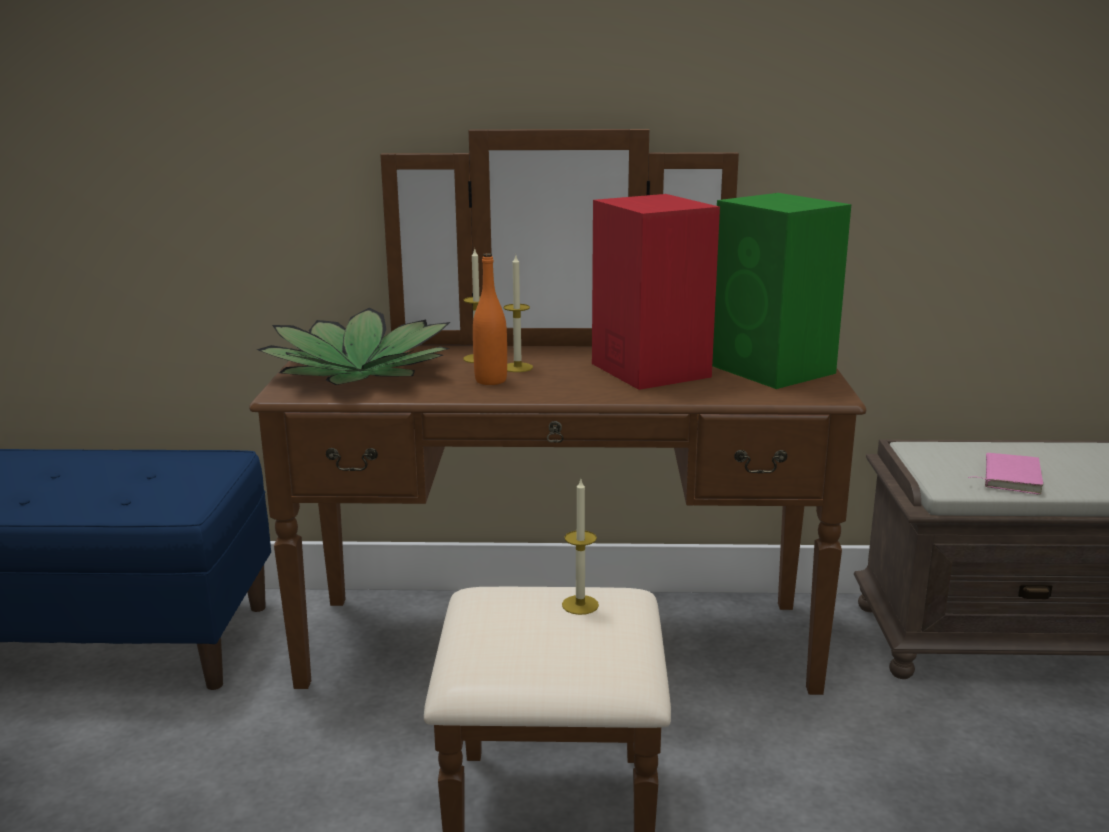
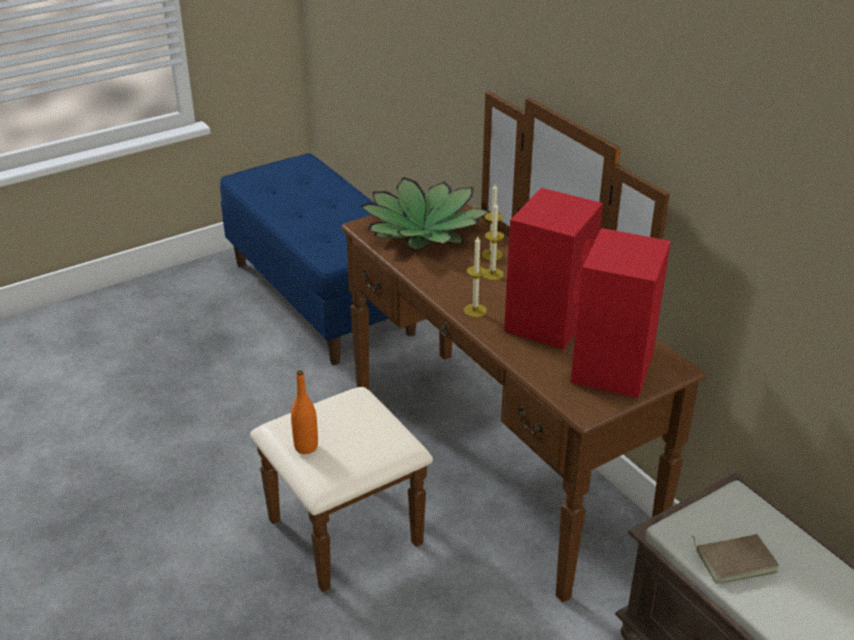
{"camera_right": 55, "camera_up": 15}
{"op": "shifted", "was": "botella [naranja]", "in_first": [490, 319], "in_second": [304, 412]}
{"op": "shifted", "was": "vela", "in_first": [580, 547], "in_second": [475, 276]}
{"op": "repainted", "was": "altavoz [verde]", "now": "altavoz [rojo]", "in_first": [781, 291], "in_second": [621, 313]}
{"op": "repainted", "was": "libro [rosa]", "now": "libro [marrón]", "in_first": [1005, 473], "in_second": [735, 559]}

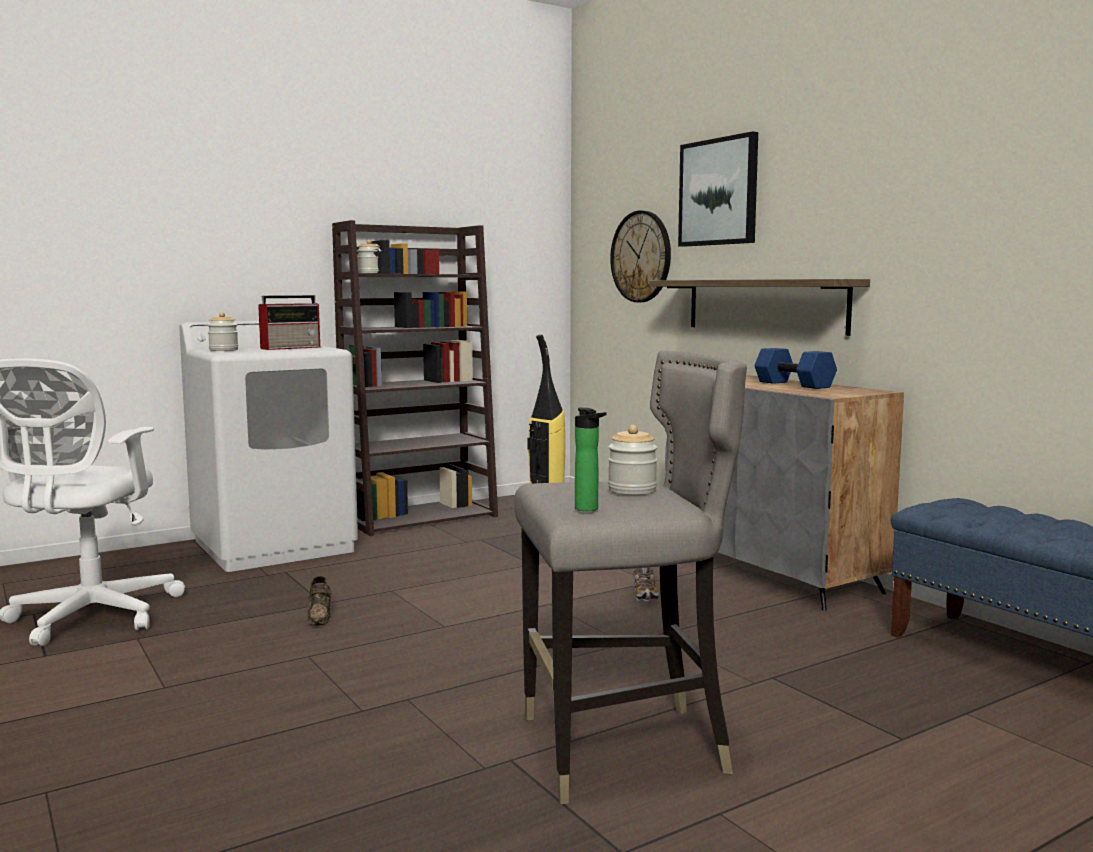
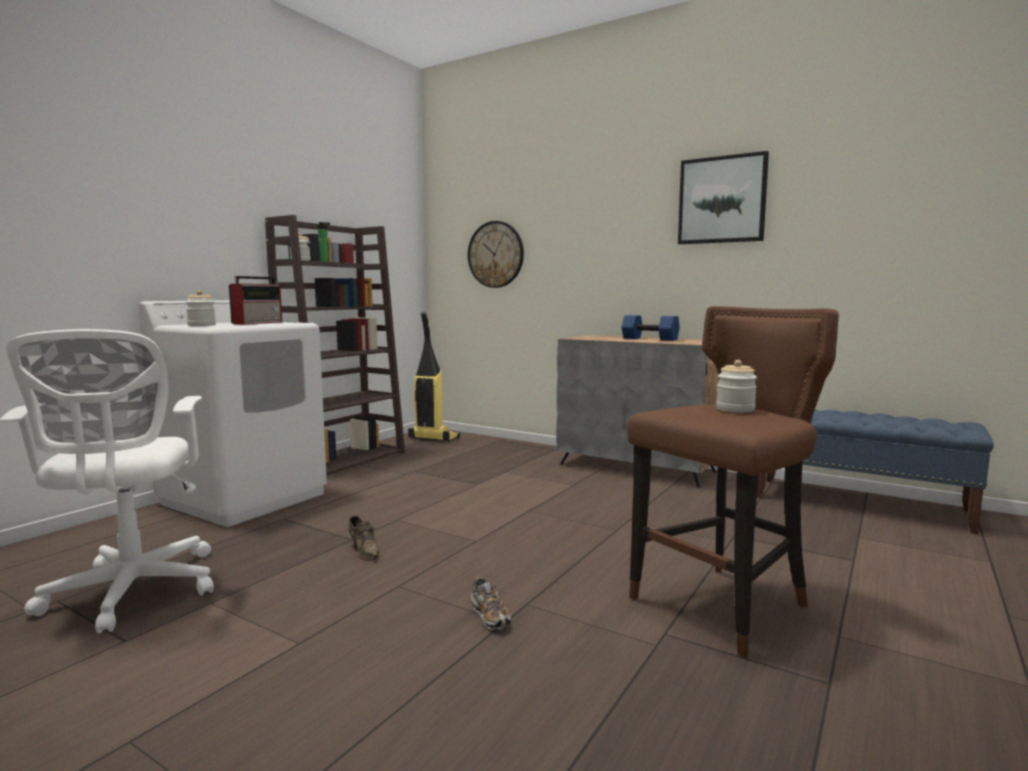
{"camera_right": -25, "camera_up": 0}
{"op": "shifted", "was": "botella", "in_first": [590, 459], "in_second": [324, 242]}
{"op": "shifted", "was": "zapato", "in_first": [646, 584], "in_second": [491, 603]}
{"op": "repainted", "was": "taburete [gris]", "now": "taburete [marrón]", "in_first": [630, 577], "in_second": [733, 482]}
{"op": "shifted", "was": "cuadro", "in_first": [718, 189], "in_second": [723, 197]}
{"op": "gone", "was": "estante", "in_first": [759, 307]}

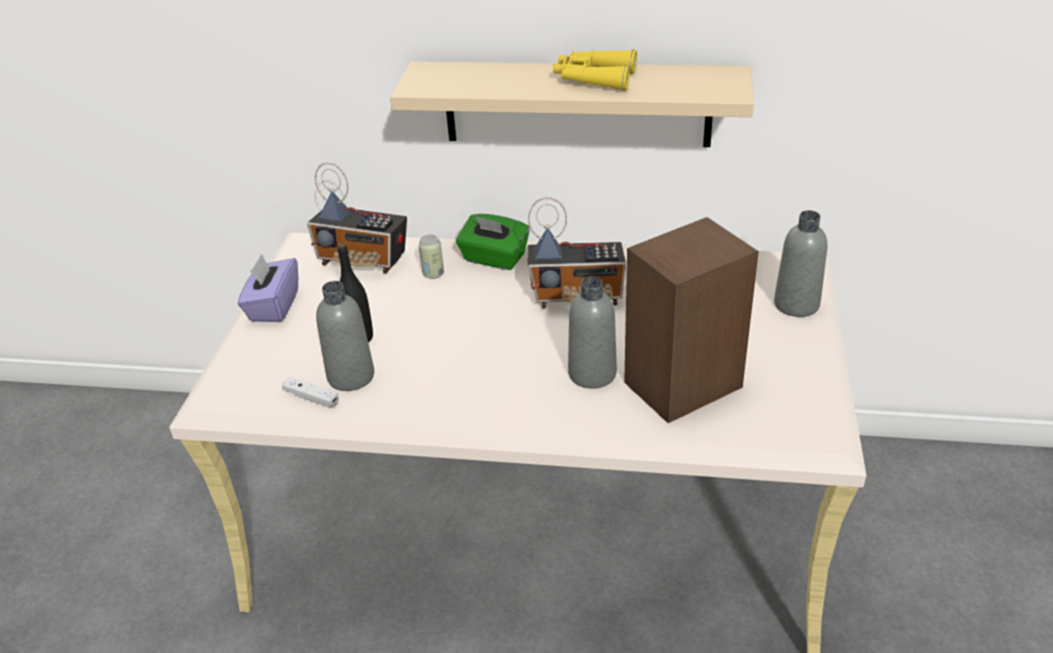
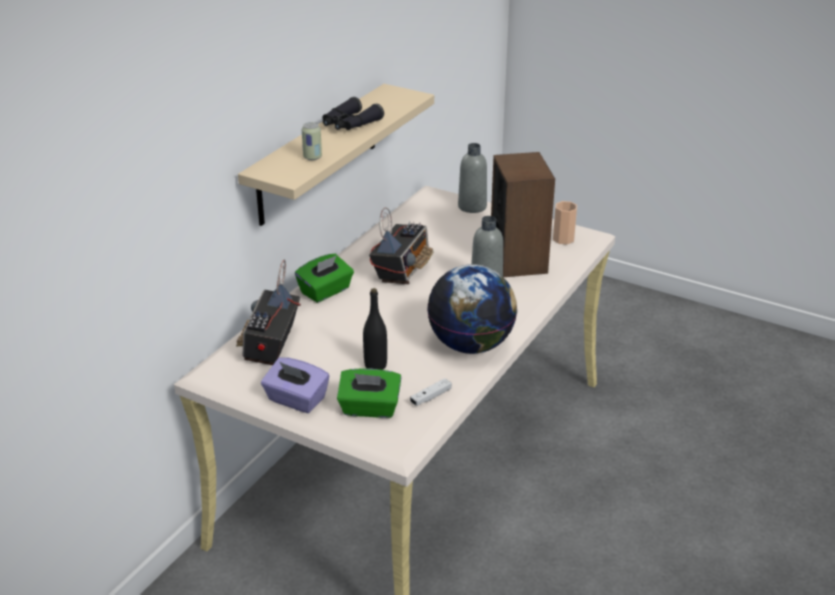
{"camera_right": -70, "camera_up": -5}
{"op": "rotated", "was": "radio", "in_first": [357, 217], "in_second": [268, 312], "clockwise": 150}
{"op": "shifted", "was": "lata", "in_first": [431, 257], "in_second": [312, 141]}
{"op": "repainted", "was": "prismáticos [amarillo]", "now": "prismáticos [negro]", "in_first": [595, 70], "in_second": [353, 113]}
{"op": "new", "now": "caja de pañuelos [verde]", "in_second": [369, 393]}
{"op": "new", "now": "globo terráqueo", "in_second": [472, 309]}
{"op": "new", "now": "taza", "in_second": [565, 222]}
{"op": "gone", "was": "botella [gris]", "in_first": [345, 336]}

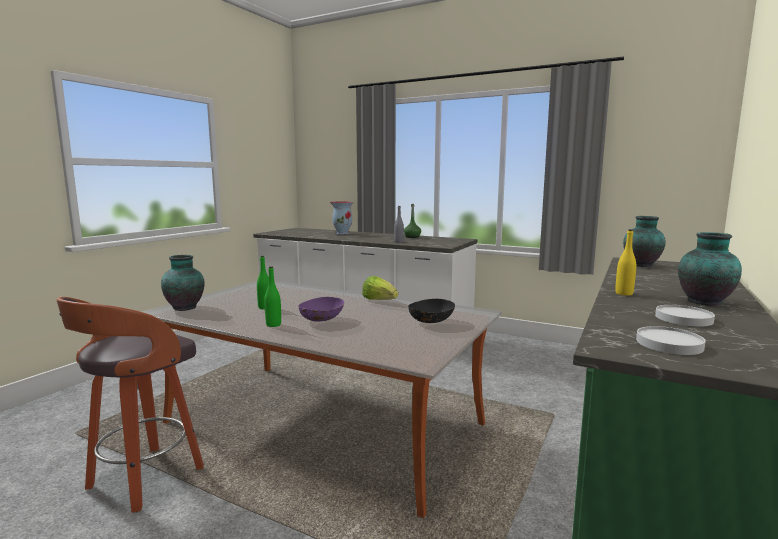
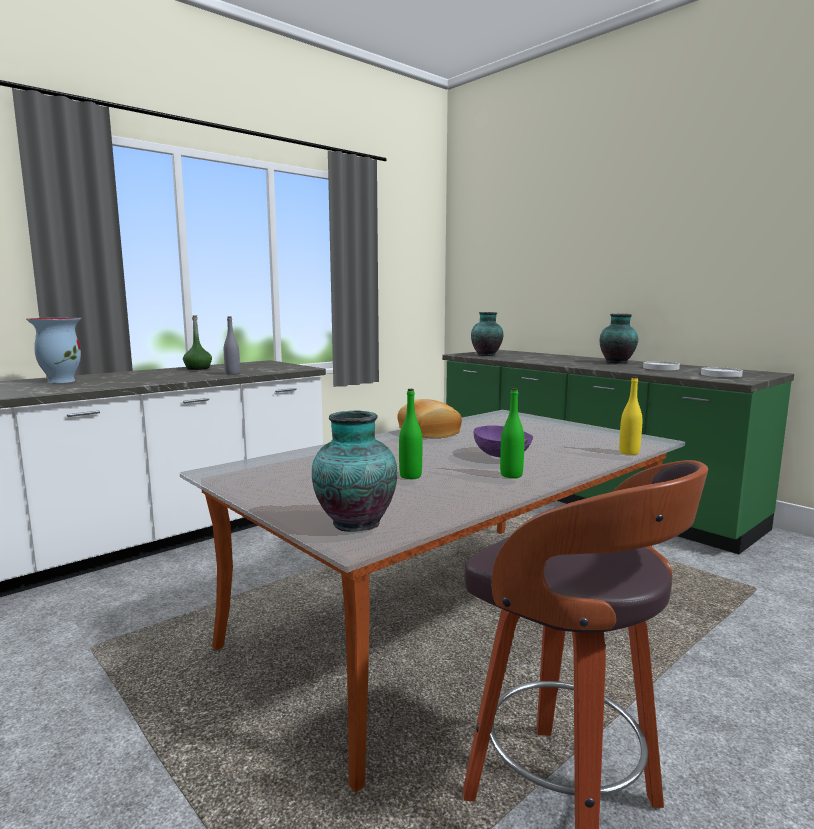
{"camera_right": -70, "camera_up": 0}
{"op": "swapped", "was": "lechuga", "now": "pan", "in_first": [380, 288], "in_second": [429, 418]}
{"op": "shifted", "was": "botella [amarillo]", "in_first": [625, 262], "in_second": [630, 415]}
{"op": "gone", "was": "cuenco [negro]", "in_first": [431, 311]}

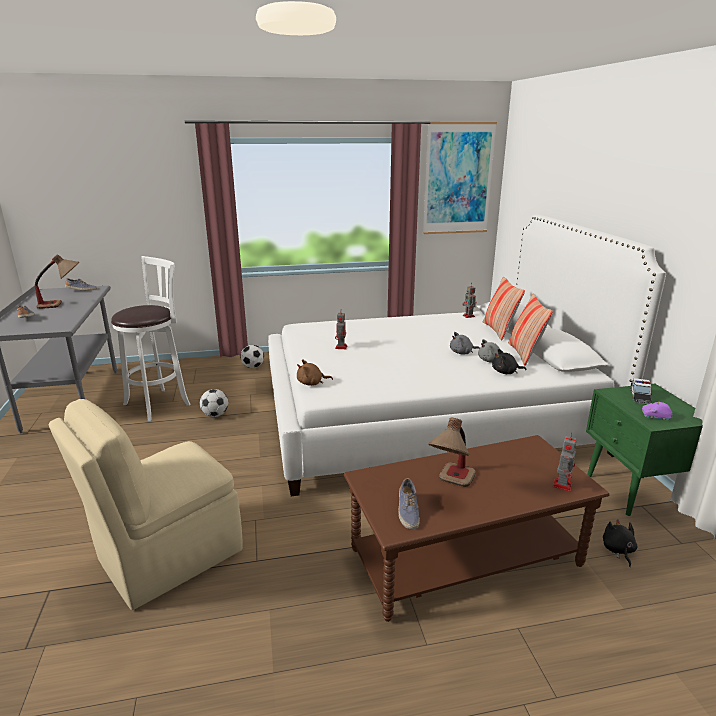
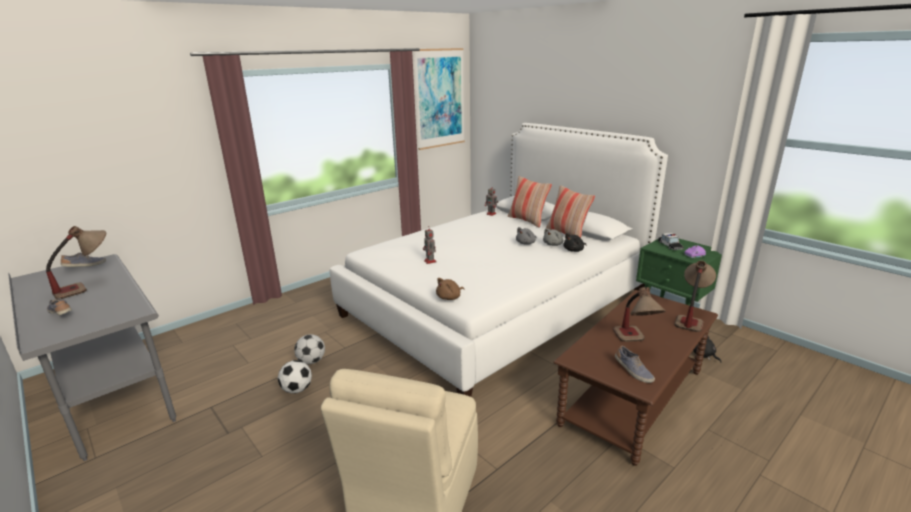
{"camera_right": -30, "camera_up": 0}
{"op": "shifted", "was": "balón de fútbol", "in_first": [252, 356], "in_second": [295, 376]}
{"op": "swapped", "was": "robot de juguete", "now": "lámpara de mesa", "in_first": [564, 462], "in_second": [695, 296]}
{"op": "gone", "was": "taburete [blanco]", "in_first": [151, 338]}

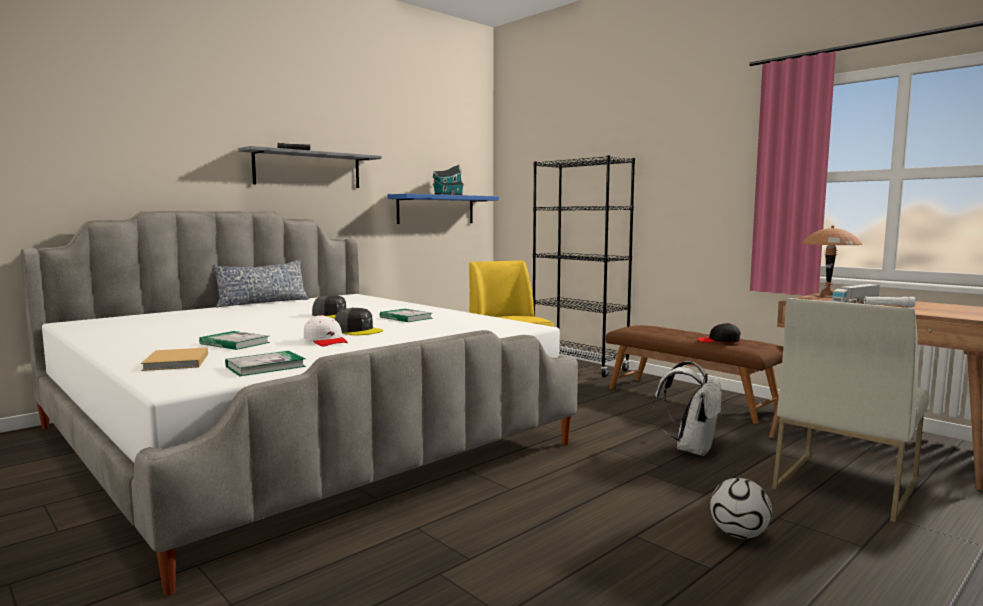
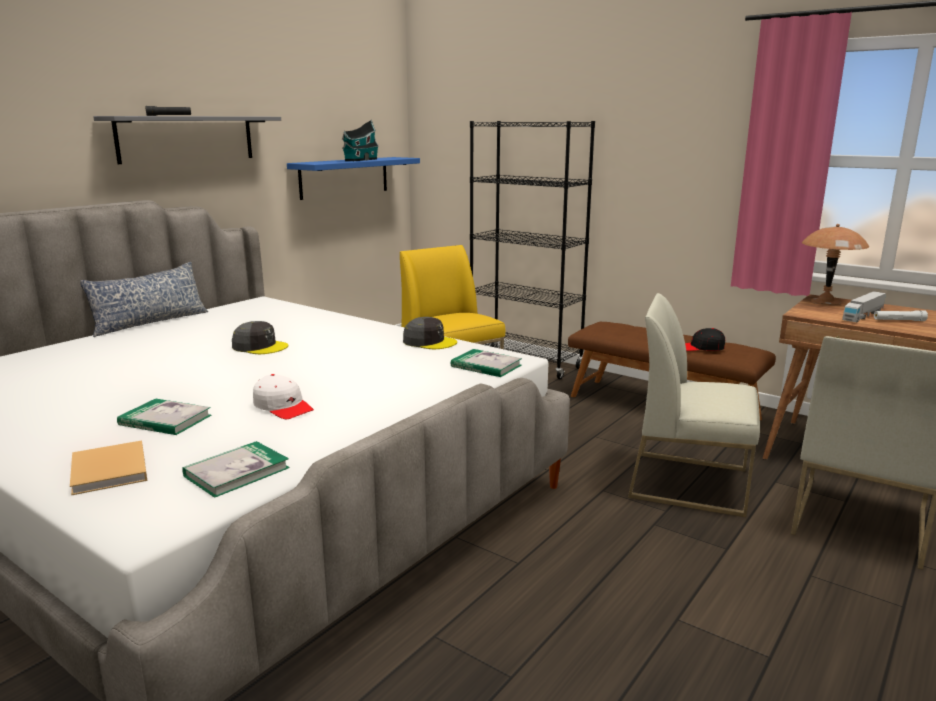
{"camera_right": -10, "camera_up": 10}
{"op": "shifted", "was": "gorra [gris]", "in_first": [358, 321], "in_second": [430, 333]}
{"op": "shifted", "was": "libro", "in_first": [406, 315], "in_second": [486, 363]}
{"op": "swapped", "was": "mochila [blanco]", "now": "silla [blanco]", "in_first": [687, 408], "in_second": [694, 405]}
{"op": "gone", "was": "balón de fútbol", "in_first": [741, 508]}

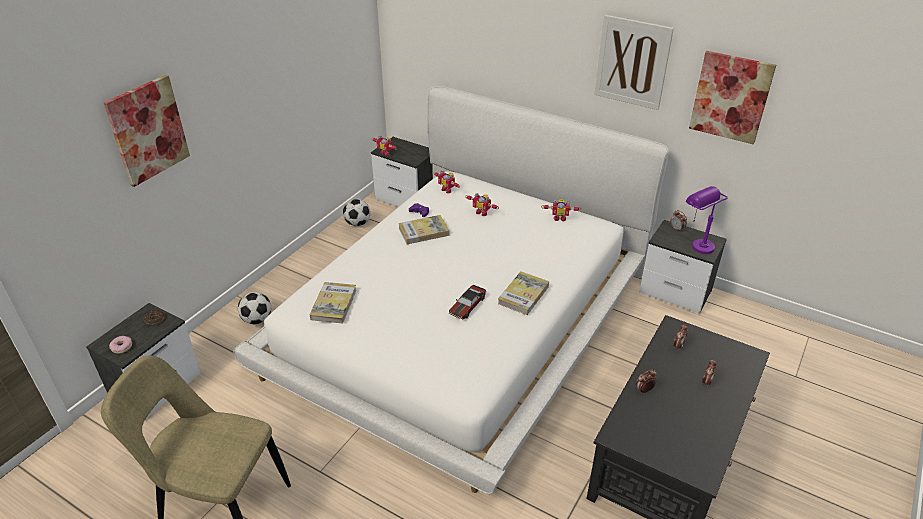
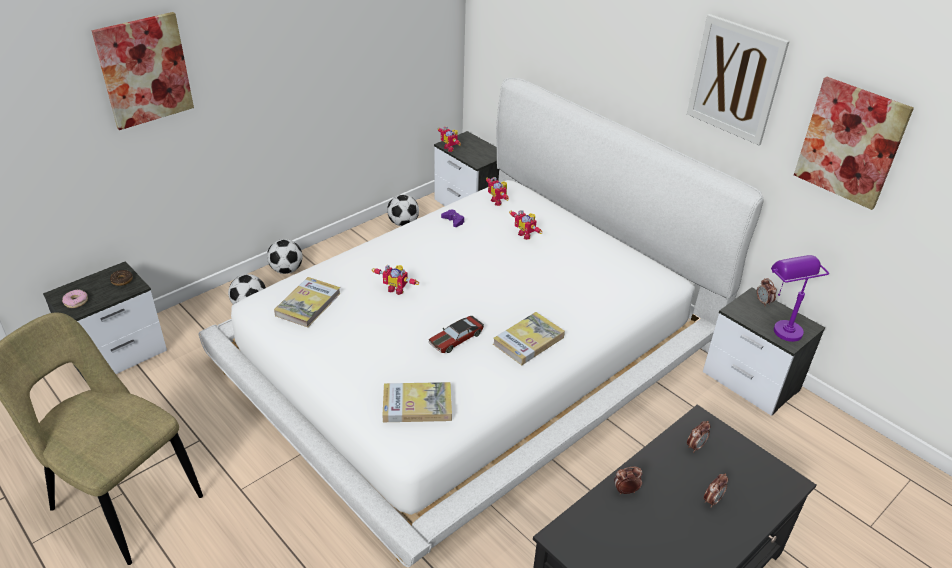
{"camera_right": 15, "camera_up": 0}
{"op": "new", "now": "balón de fútbol", "in_second": [285, 256]}
{"op": "shifted", "was": "robot de juguete", "in_first": [561, 210], "in_second": [395, 280]}
{"op": "shifted", "was": "libro", "in_first": [424, 229], "in_second": [417, 402]}

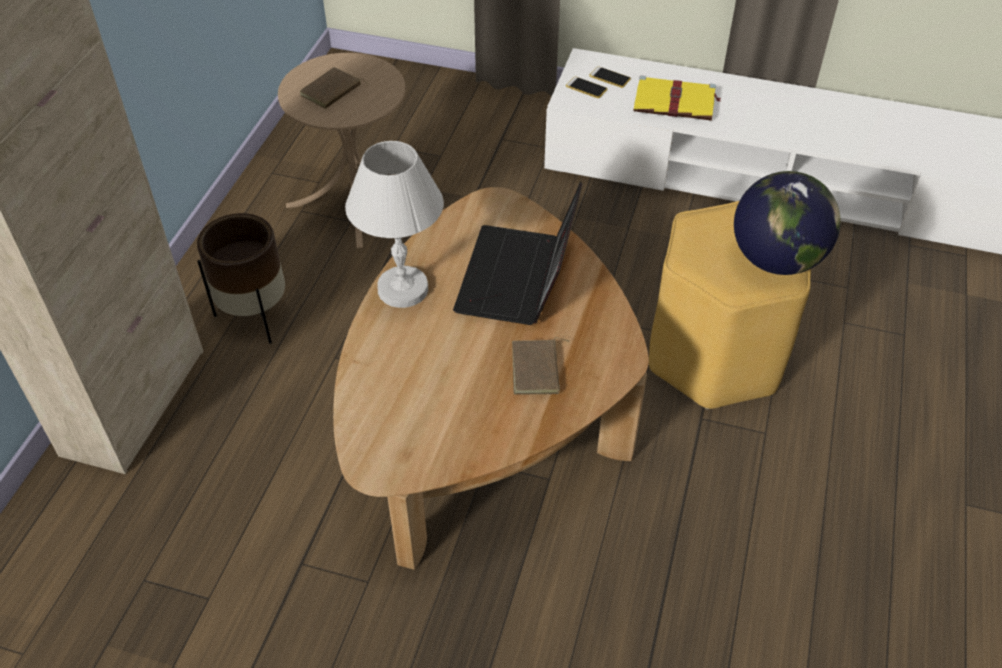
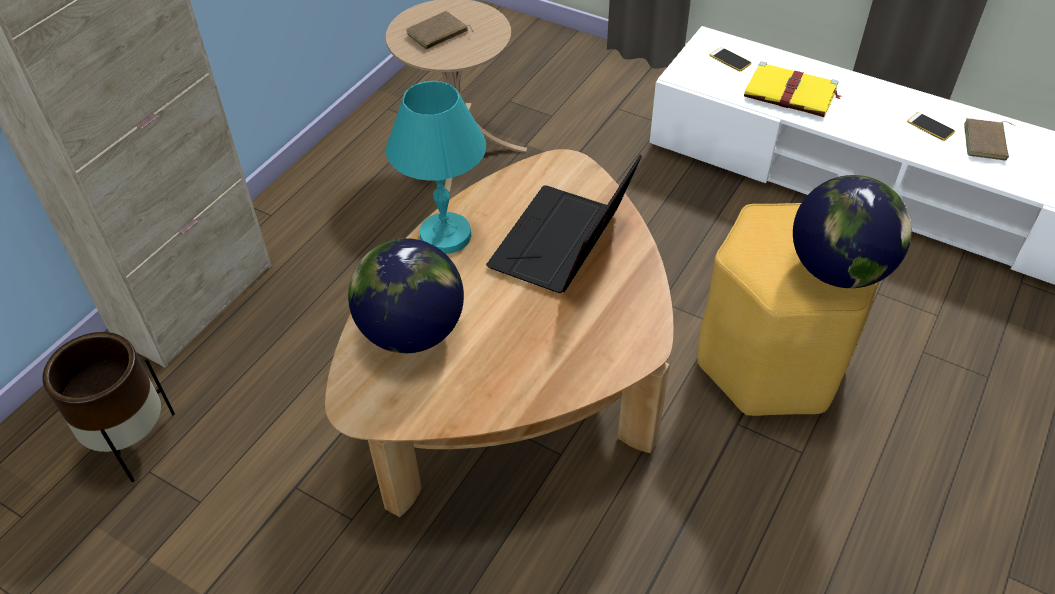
{"camera_right": 15, "camera_up": 0}
{"op": "shifted", "was": "maceta [marrón]", "in_first": [241, 278], "in_second": [108, 407]}
{"op": "new", "now": "globo terráqueo", "in_second": [406, 295]}
{"op": "repainted", "was": "lámpara de mesa [blanco]", "now": "lámpara de mesa [turquesa]", "in_first": [394, 224], "in_second": [436, 167]}
{"op": "shifted", "was": "móvil", "in_first": [586, 87], "in_second": [931, 126]}
{"op": "shifted", "was": "libro [marrón]", "in_first": [541, 366], "in_second": [989, 139]}

